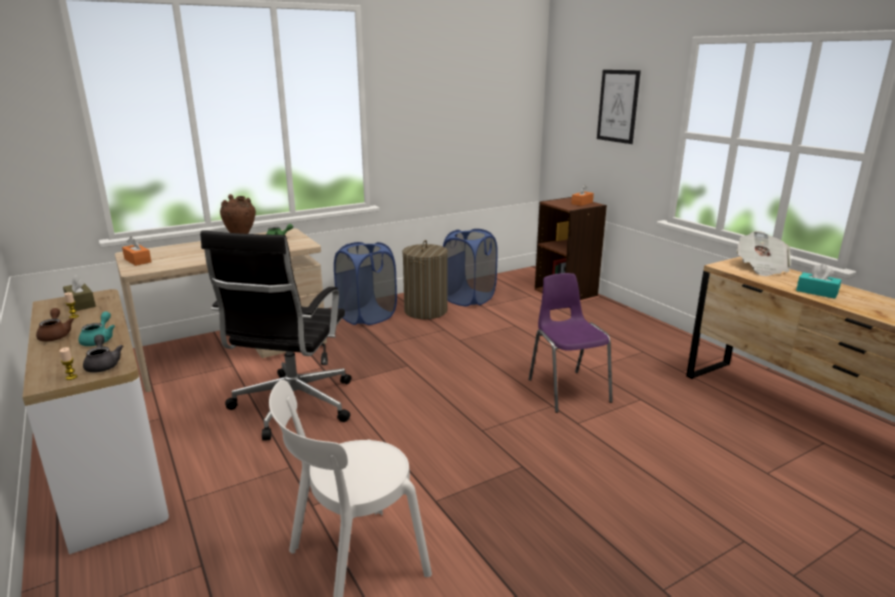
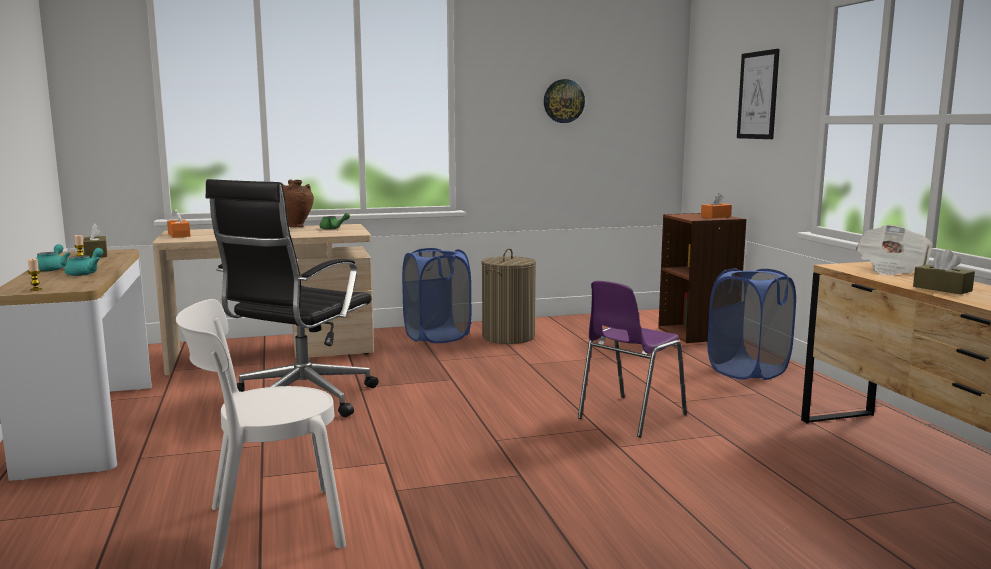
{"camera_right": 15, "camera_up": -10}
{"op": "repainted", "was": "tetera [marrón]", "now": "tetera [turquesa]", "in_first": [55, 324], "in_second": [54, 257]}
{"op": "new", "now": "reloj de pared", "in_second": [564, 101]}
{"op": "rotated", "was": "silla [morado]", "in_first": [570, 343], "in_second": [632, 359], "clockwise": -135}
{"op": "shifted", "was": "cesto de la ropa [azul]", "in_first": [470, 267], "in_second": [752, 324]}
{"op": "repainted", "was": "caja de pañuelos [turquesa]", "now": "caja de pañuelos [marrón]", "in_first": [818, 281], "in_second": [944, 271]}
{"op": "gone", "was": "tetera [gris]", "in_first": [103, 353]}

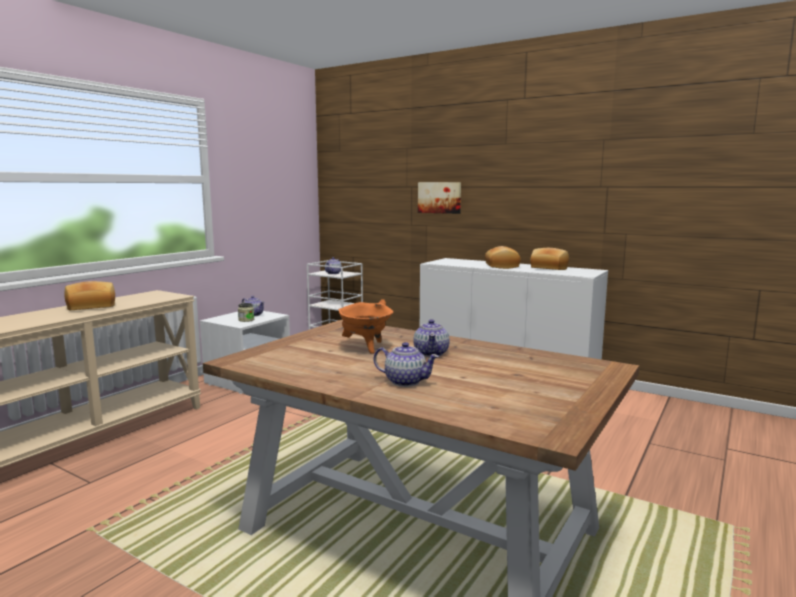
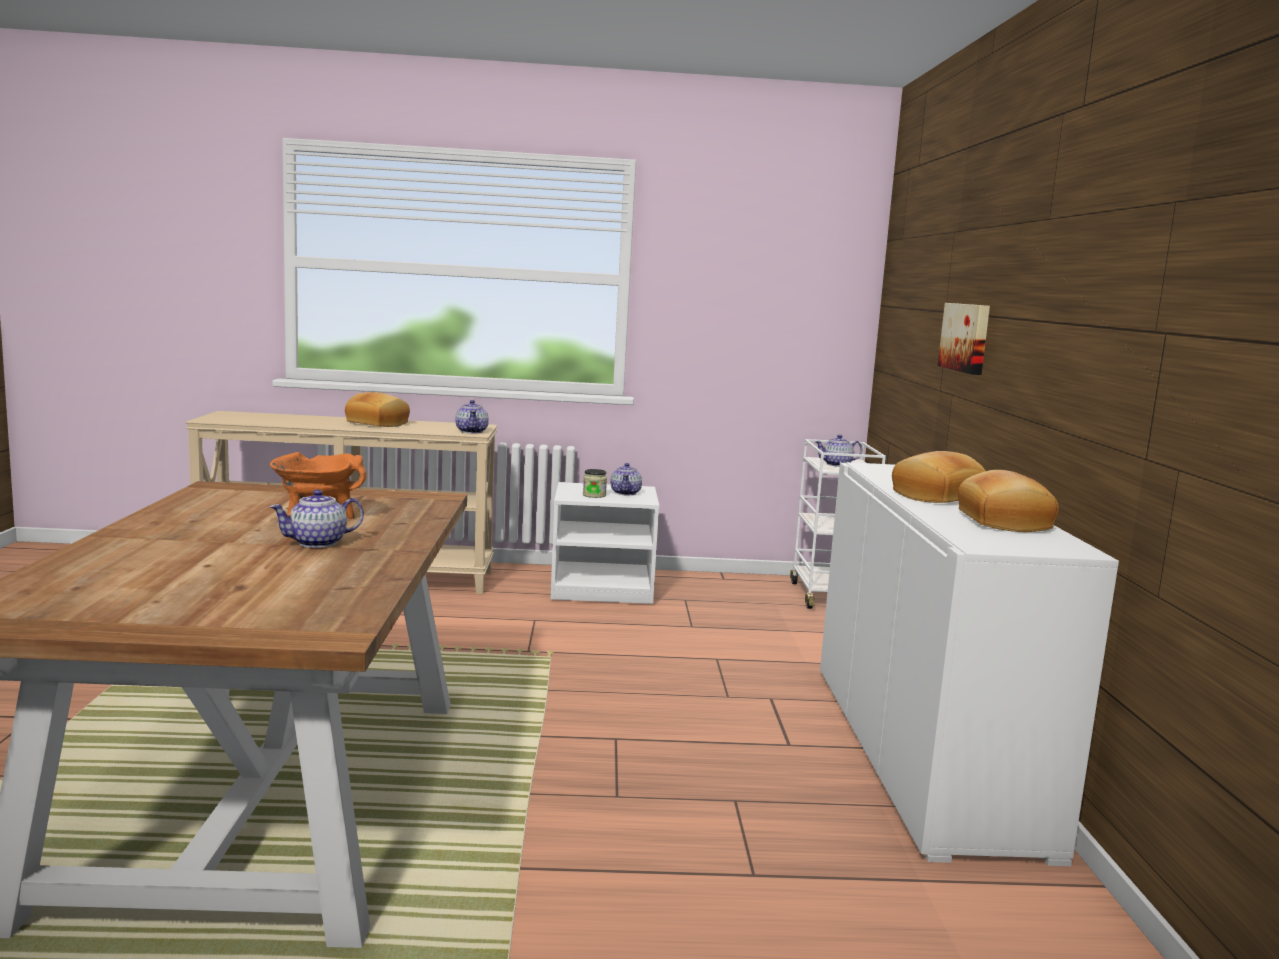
{"camera_right": 55, "camera_up": 0}
{"op": "shifted", "was": "tetera", "in_first": [406, 364], "in_second": [472, 416]}

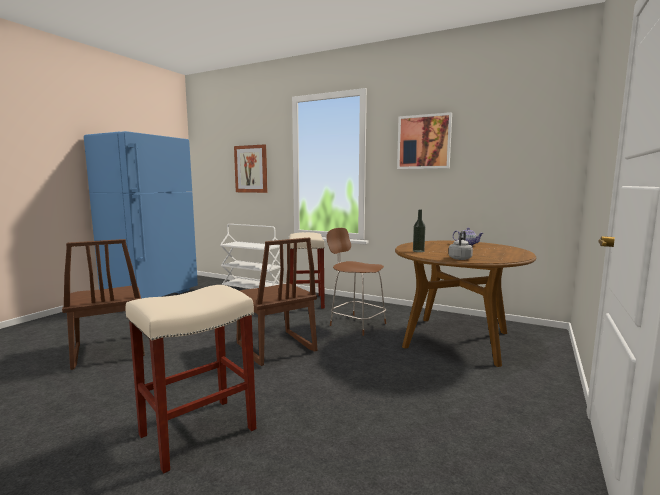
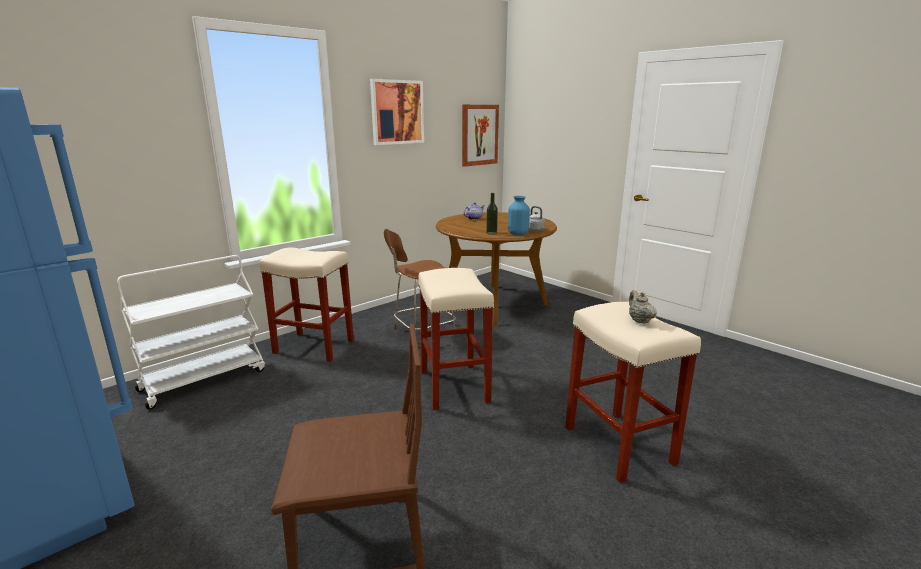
{"camera_right": -70, "camera_up": 10}
{"op": "swapped", "was": "silla [marrón]", "now": "taburete [beis]", "in_first": [277, 302], "in_second": [456, 339]}
{"op": "shifted", "was": "cuadro", "in_first": [251, 168], "in_second": [480, 136]}
{"op": "new", "now": "florero [azul]", "in_second": [519, 215]}
{"op": "new", "now": "tetera [beis]", "in_second": [643, 307]}

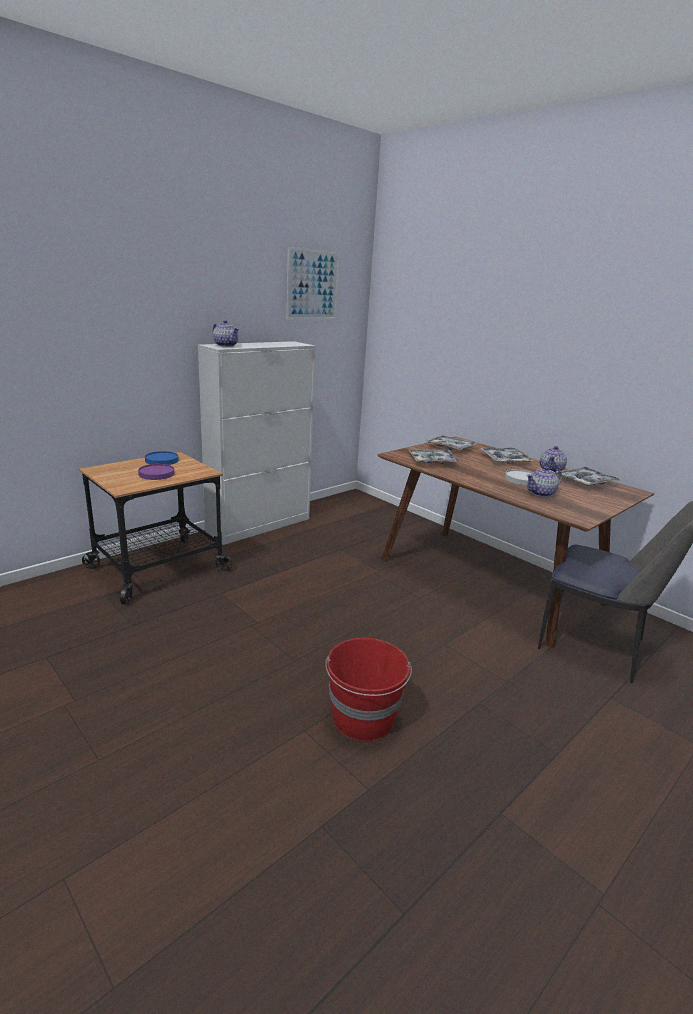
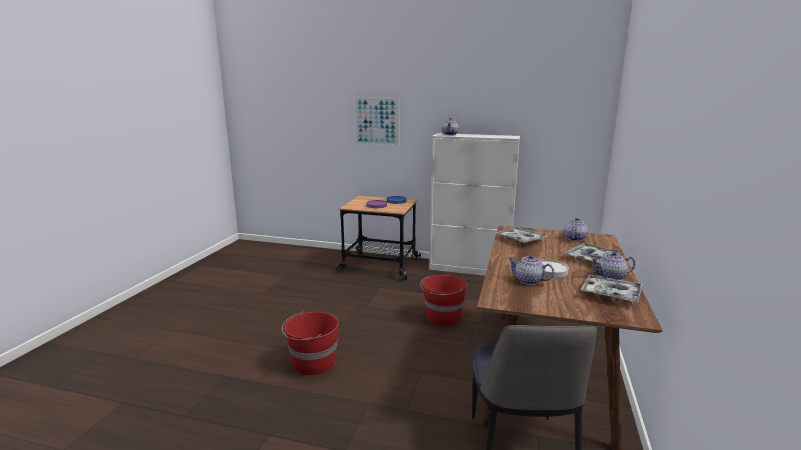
{"camera_right": 60, "camera_up": -5}
{"op": "shifted", "was": "cuadro", "in_first": [313, 283], "in_second": [376, 121]}
{"op": "new", "now": "cubo [rojo]", "in_second": [444, 300]}
{"op": "swapped", "was": "bandeja", "now": "tetera", "in_first": [451, 442], "in_second": [575, 229]}

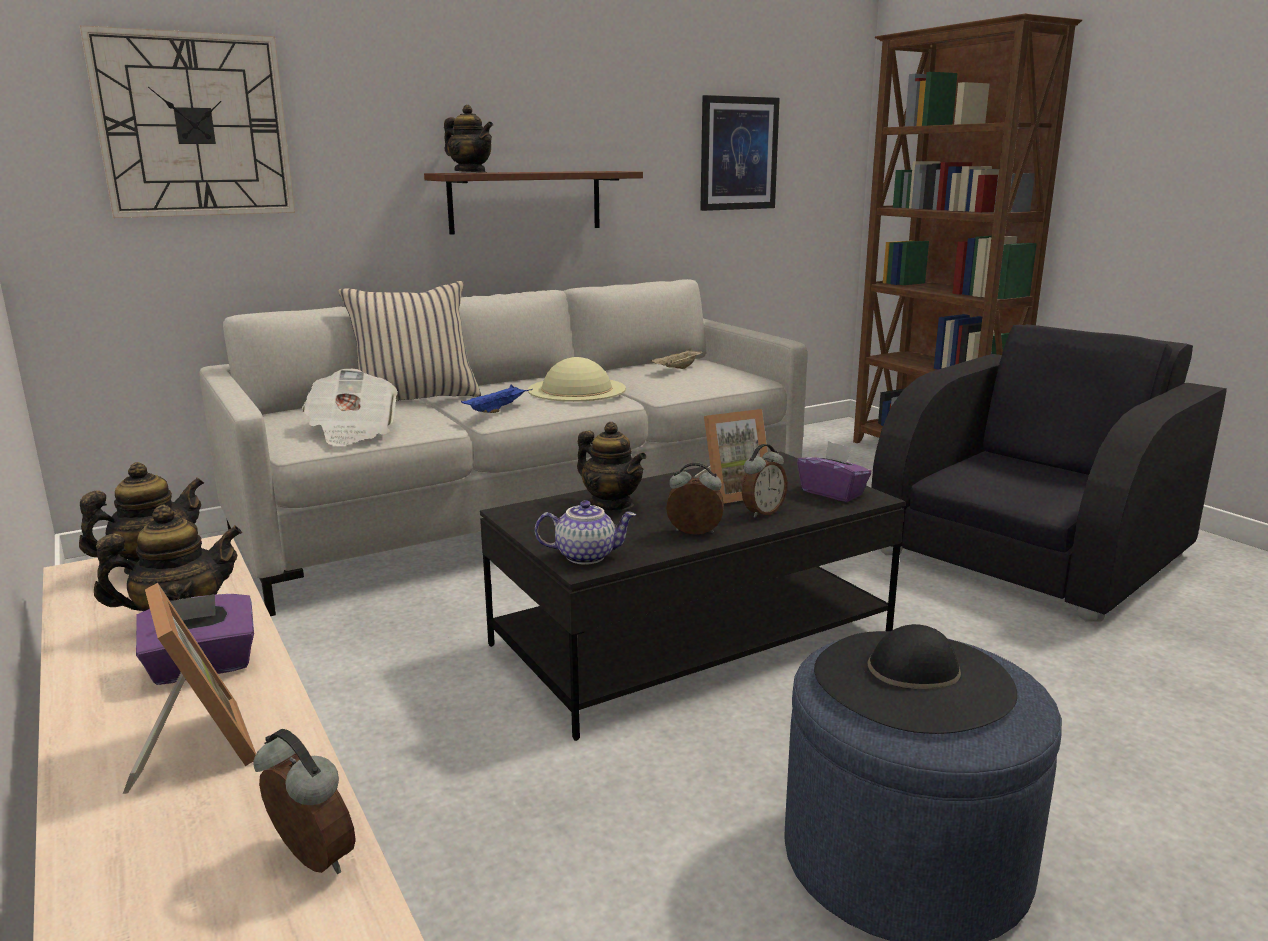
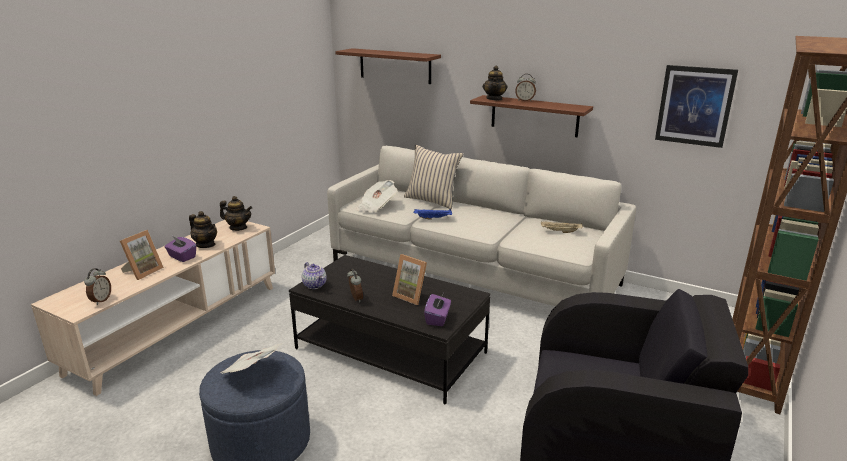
{"camera_right": 60, "camera_up": 5}
{"op": "swapped", "was": "sombrero [negro]", "now": "periódico", "in_first": [915, 679], "in_second": [252, 358]}
{"op": "swapped", "was": "reloj de pared", "now": "estante [marrón]", "in_first": [187, 121], "in_second": [388, 66]}
{"op": "shifted", "was": "despertador", "in_first": [764, 481], "in_second": [525, 87]}
{"op": "gone", "was": "sombrero [beis]", "in_first": [577, 379]}
{"op": "gone", "was": "tetera", "in_first": [612, 466]}

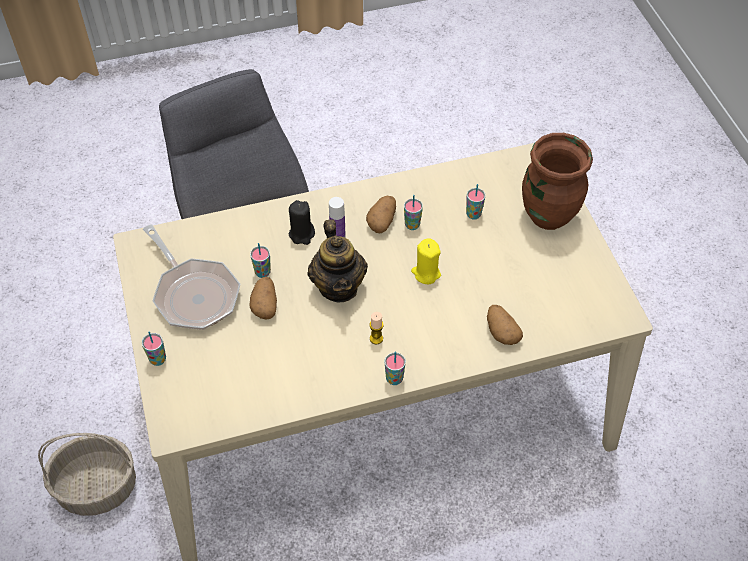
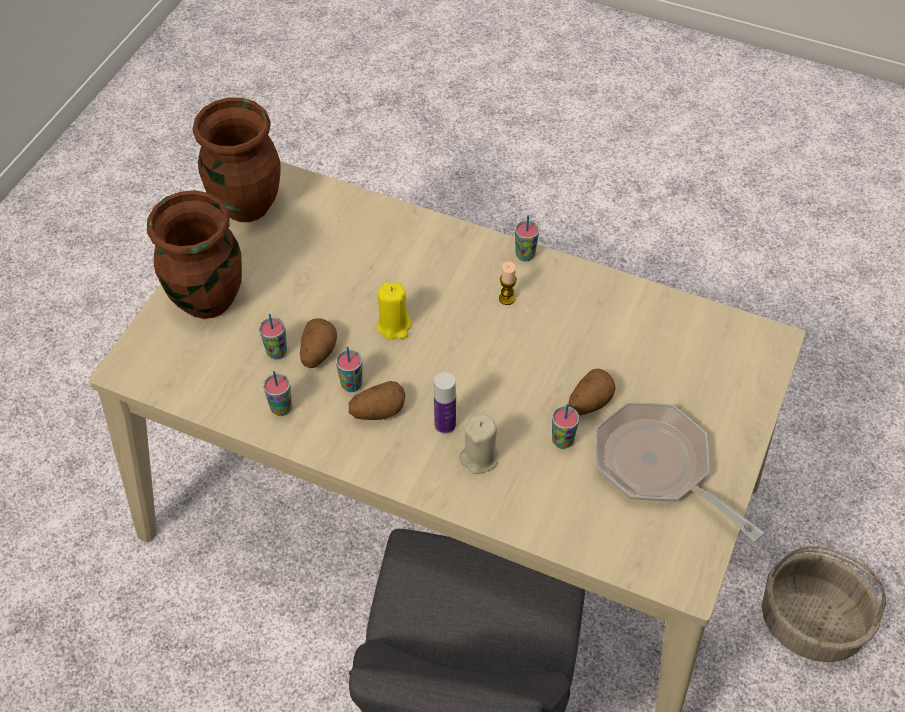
{"camera_right": -140, "camera_up": 0}
{"op": "new", "now": "florero [marrón]", "in_second": [236, 159]}
{"op": "shifted", "was": "taza", "in_first": [154, 349], "in_second": [277, 393]}
{"op": "shifted", "was": "patata", "in_first": [505, 325], "in_second": [318, 343]}
{"op": "repainted", "was": "vela [negro]", "now": "vela [beis]", "in_first": [302, 222], "in_second": [479, 443]}
{"op": "rotated", "was": "sartén", "in_first": [191, 277], "in_second": [679, 472], "clockwise": -45}
{"op": "gone", "was": "tetera", "in_first": [337, 261]}

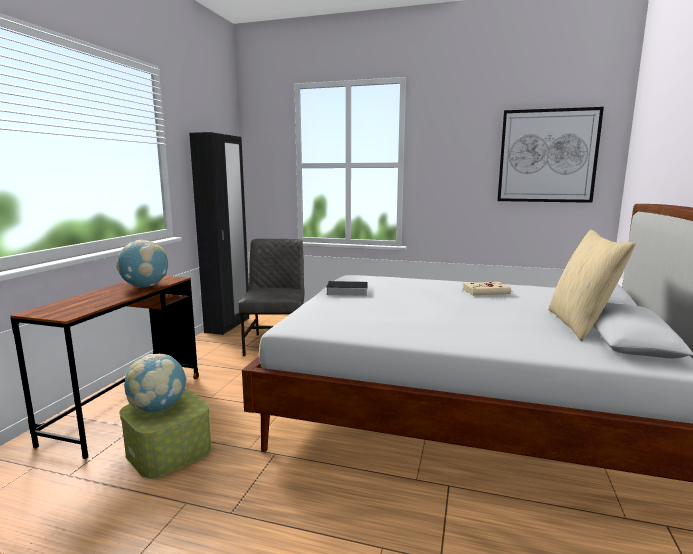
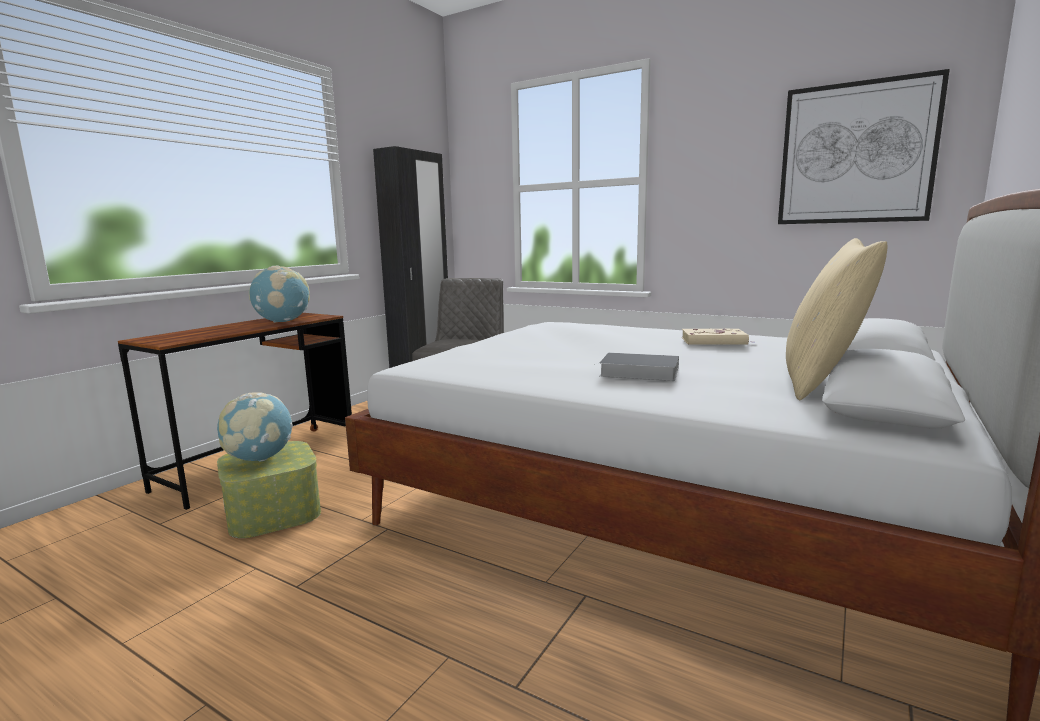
{"camera_right": 15, "camera_up": 0}
{"op": "shifted", "was": "libro", "in_first": [345, 288], "in_second": [638, 367]}

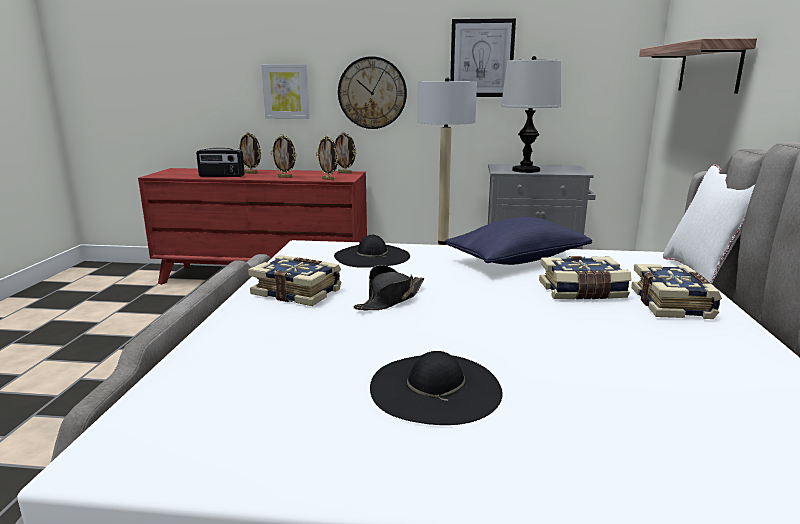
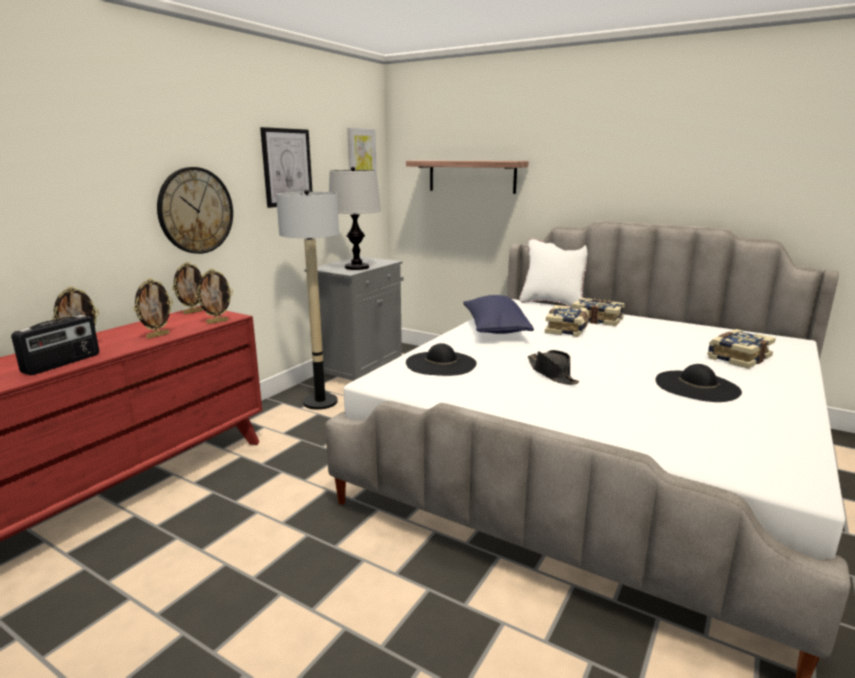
{"camera_right": -65, "camera_up": 0}
{"op": "shifted", "was": "cuadro", "in_first": [285, 91], "in_second": [362, 149]}
{"op": "shifted", "was": "libro", "in_first": [294, 280], "in_second": [741, 349]}

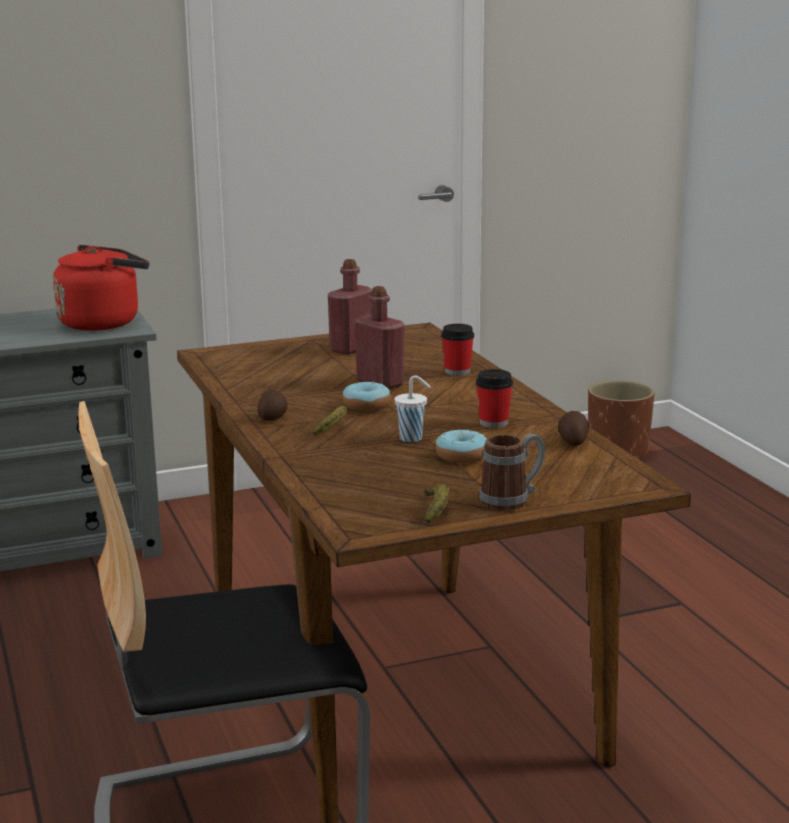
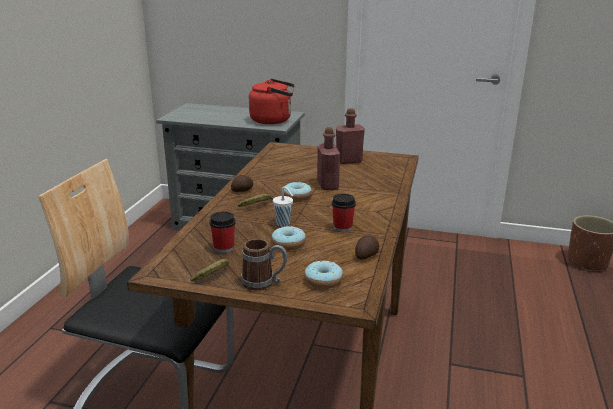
{"camera_right": 35, "camera_up": 5}
{"op": "shifted", "was": "taza", "in_first": [457, 350], "in_second": [222, 232]}
{"op": "new", "now": "rosquilla", "in_second": [323, 275]}

